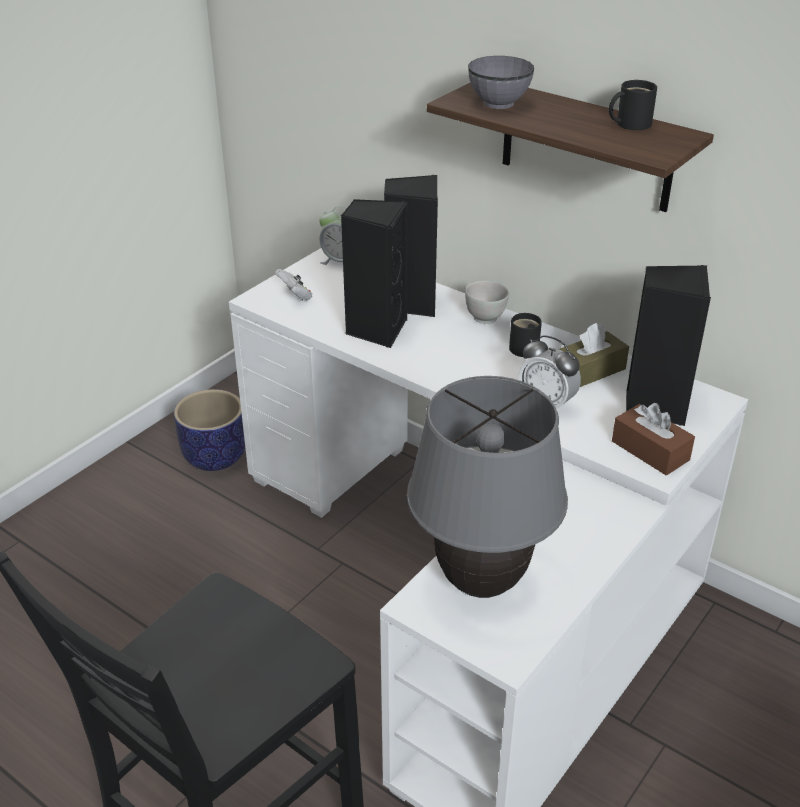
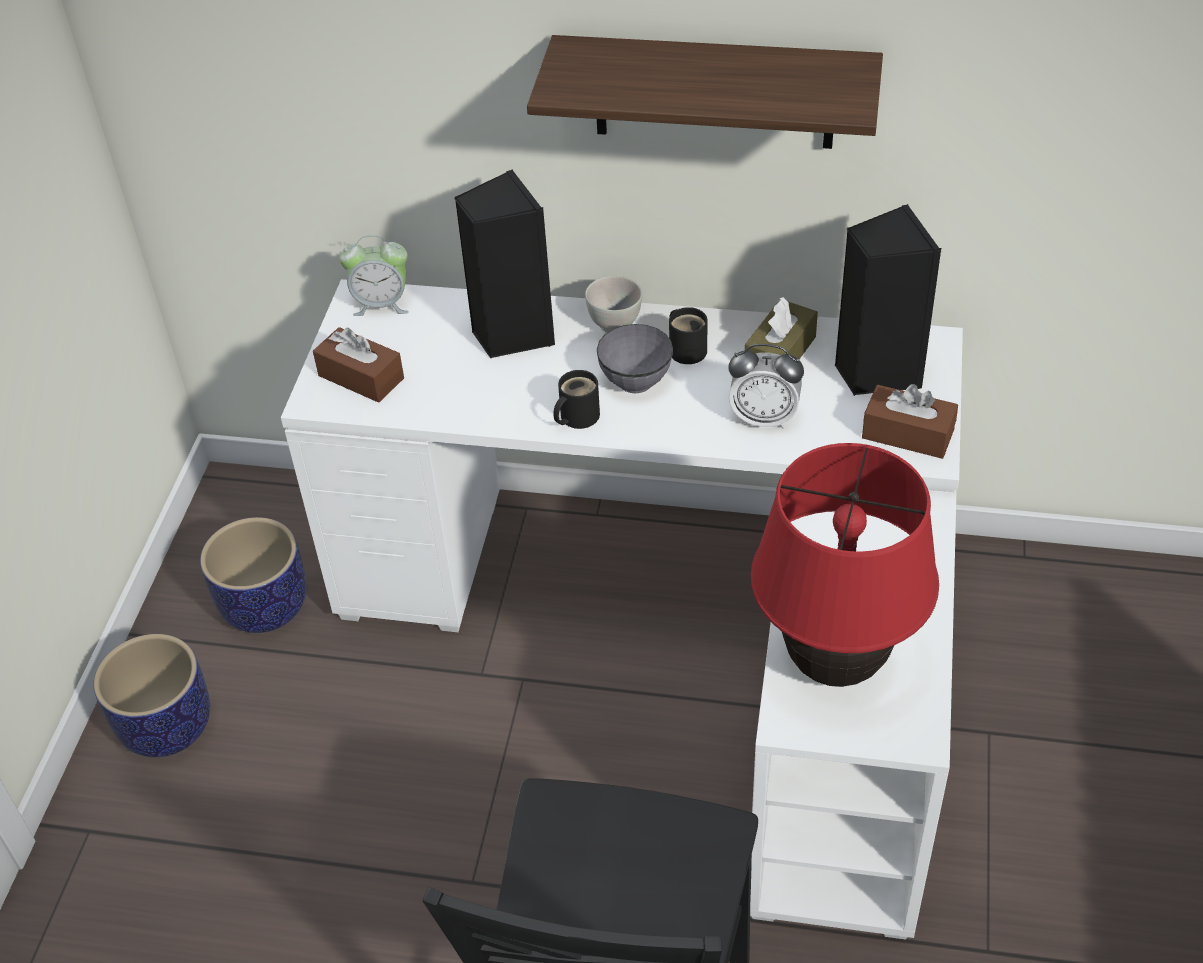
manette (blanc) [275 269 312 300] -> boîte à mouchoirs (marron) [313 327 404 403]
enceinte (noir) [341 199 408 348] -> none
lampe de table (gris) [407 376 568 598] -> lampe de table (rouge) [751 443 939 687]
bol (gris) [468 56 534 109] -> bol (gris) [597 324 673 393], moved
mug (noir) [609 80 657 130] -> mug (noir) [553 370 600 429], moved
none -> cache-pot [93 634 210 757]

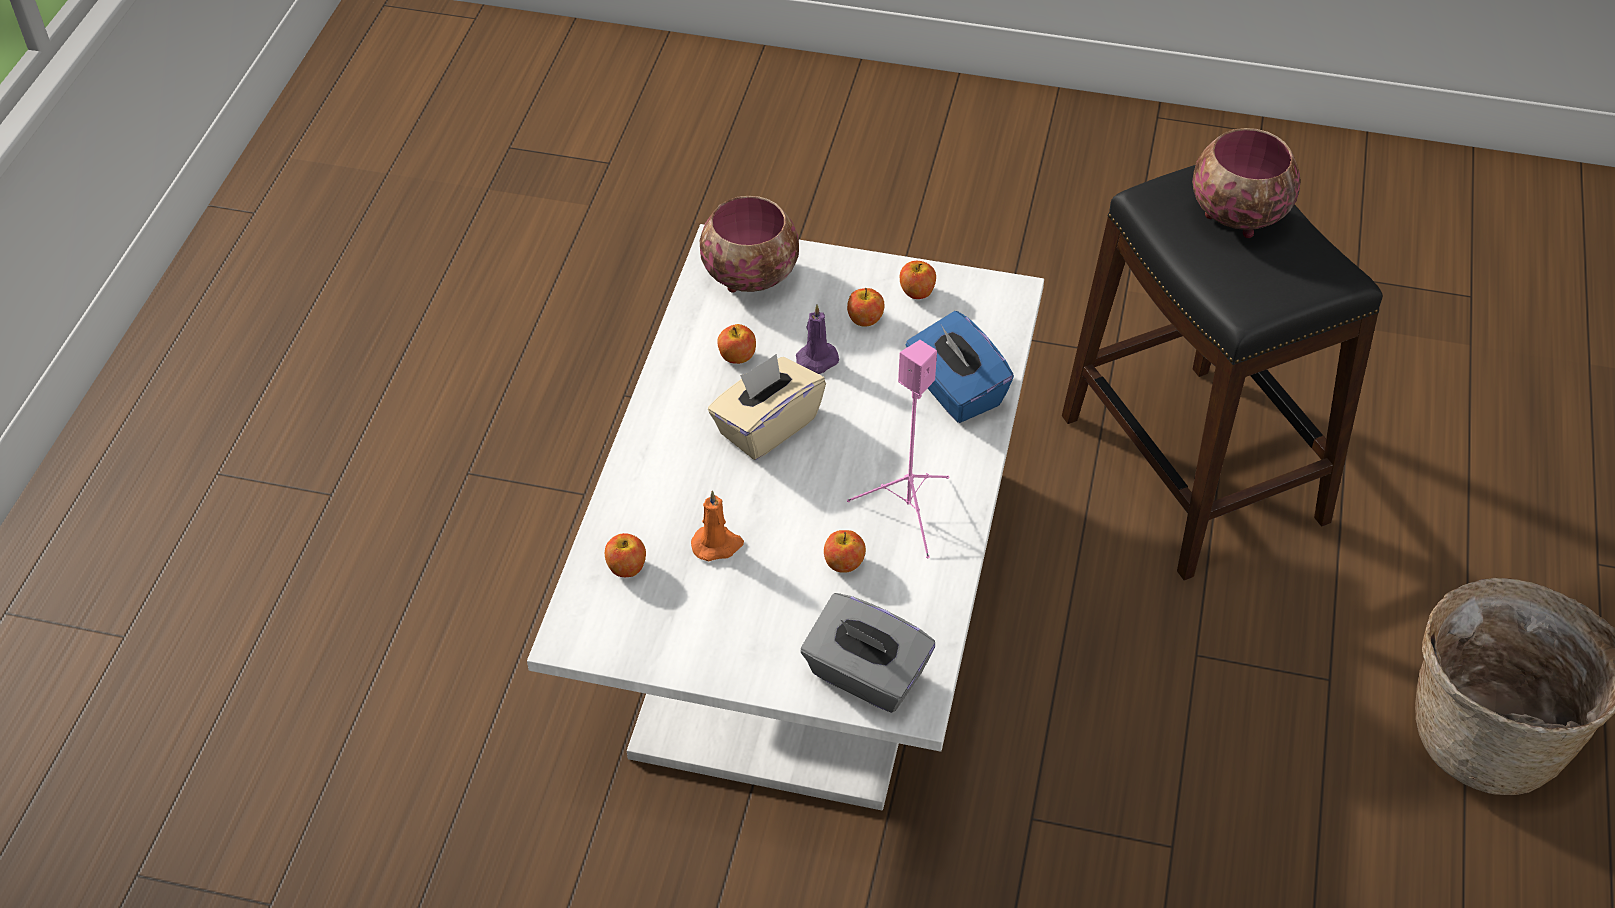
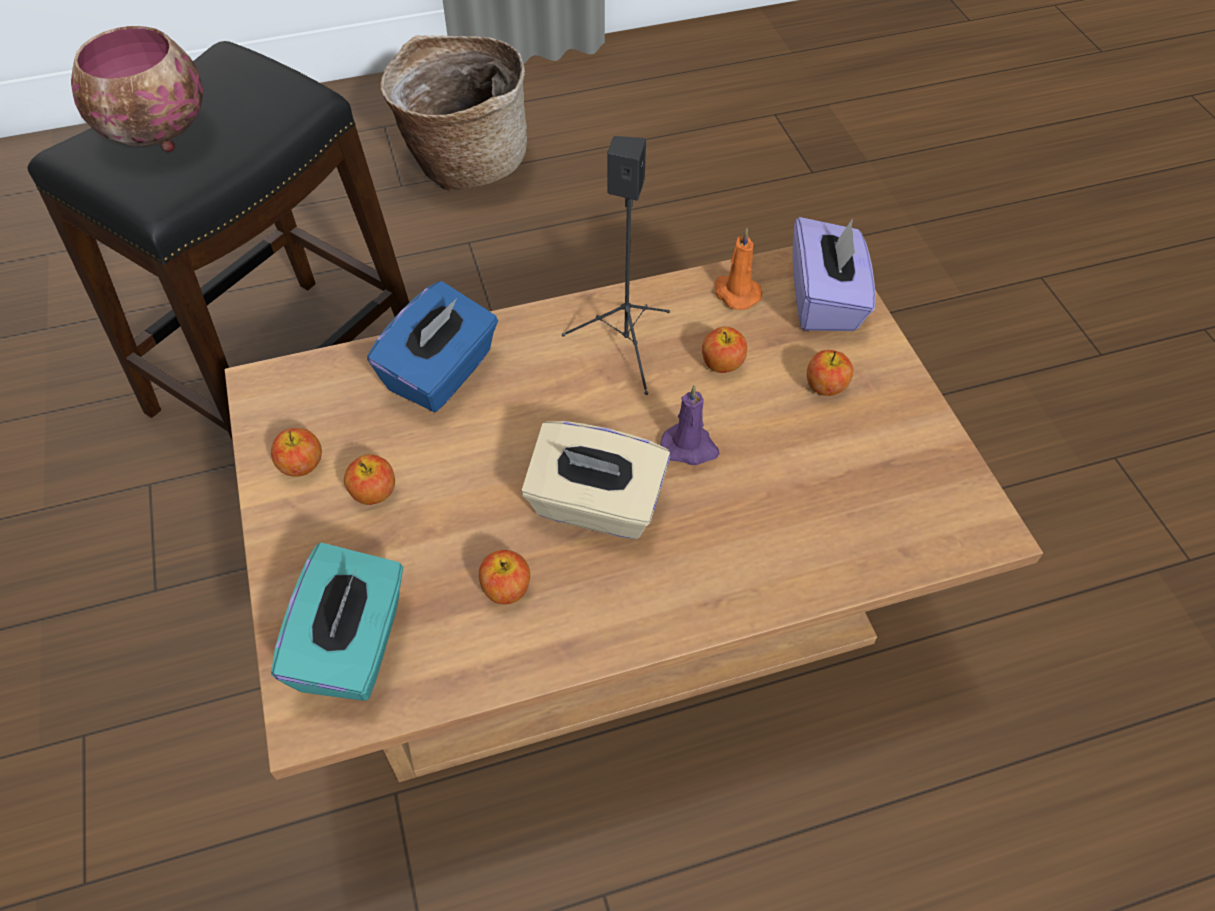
table basse (blanc) [527 224 1044 810] -> table basse (marron) [224 246 1043 782]
pomme [605 533 646 577] -> pomme [807 350 853 396], moved
bougie (orange) [691 490 744 562] -> bougie (orange) [715 228 762 310], moved
bol [700 196 799 293] -> boîte à mouchoirs (turquoise) [271 543 403 701]
bougie (violet) [796 304 839 374] -> bougie (violet) [660 385 720 465], moved
boîte à mouchoirs (gris) [801 593 935 713] -> boîte à mouchoirs (violet) [793 217 876 331]
enceinte (rose) [847 340 949 558] -> enceinte (noir) [562 136 670 395]

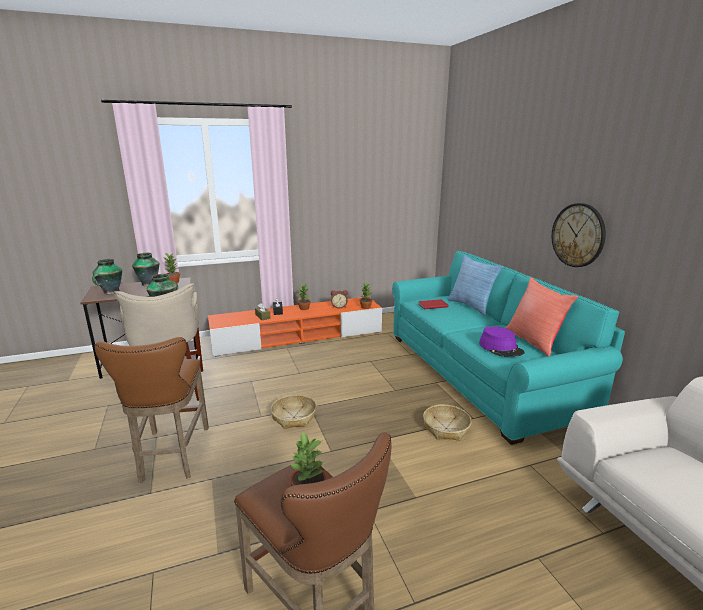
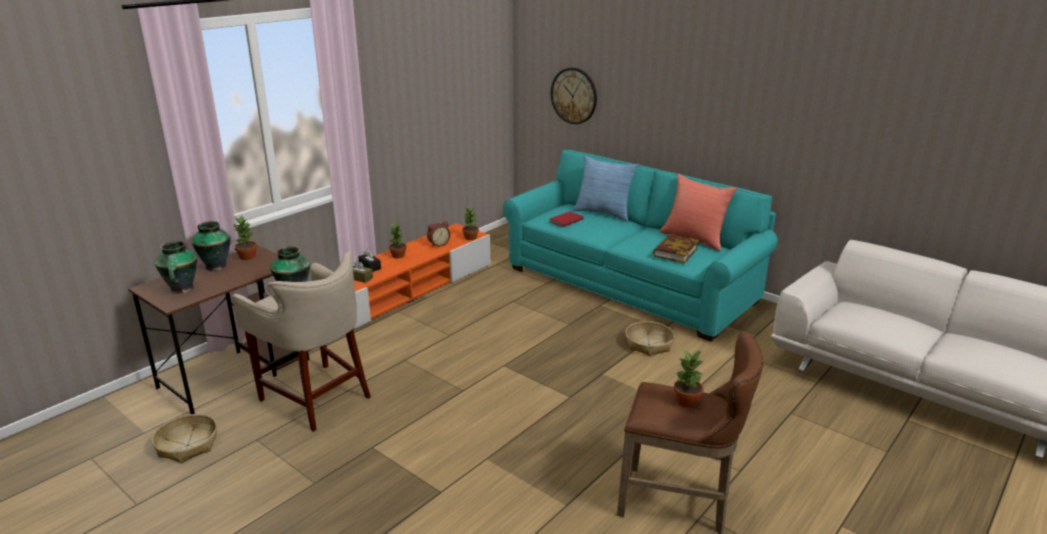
tabouret (marron) [95 337 209 483] -> none
panier [271 394 317 429] -> panier [152 414 217 463], moved
chapeau (violet) [479 326 525 357] -> livre [653 234 699 263]
horloge murale [552 203 606 267] -> horloge murale [551 68 597 124], moved

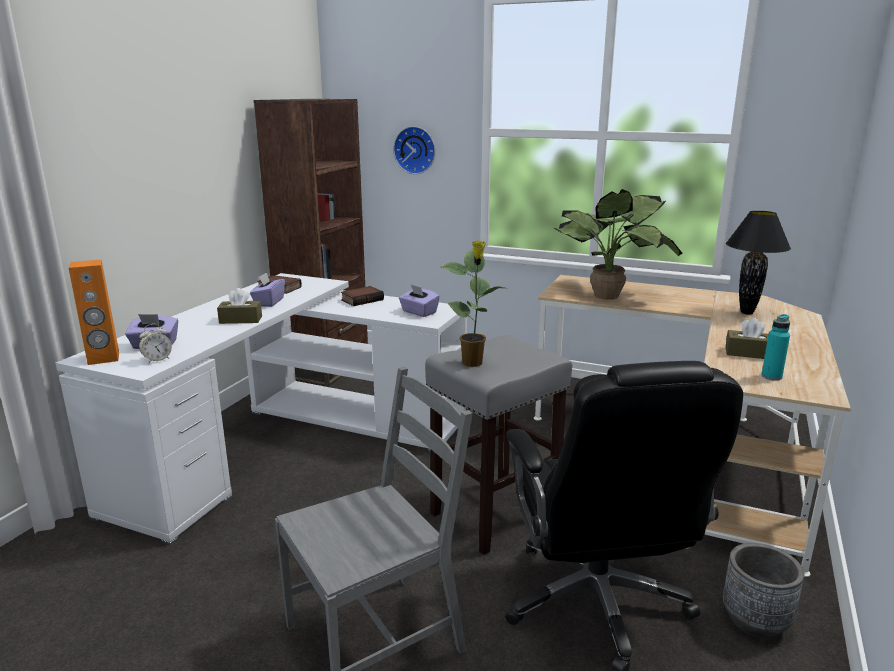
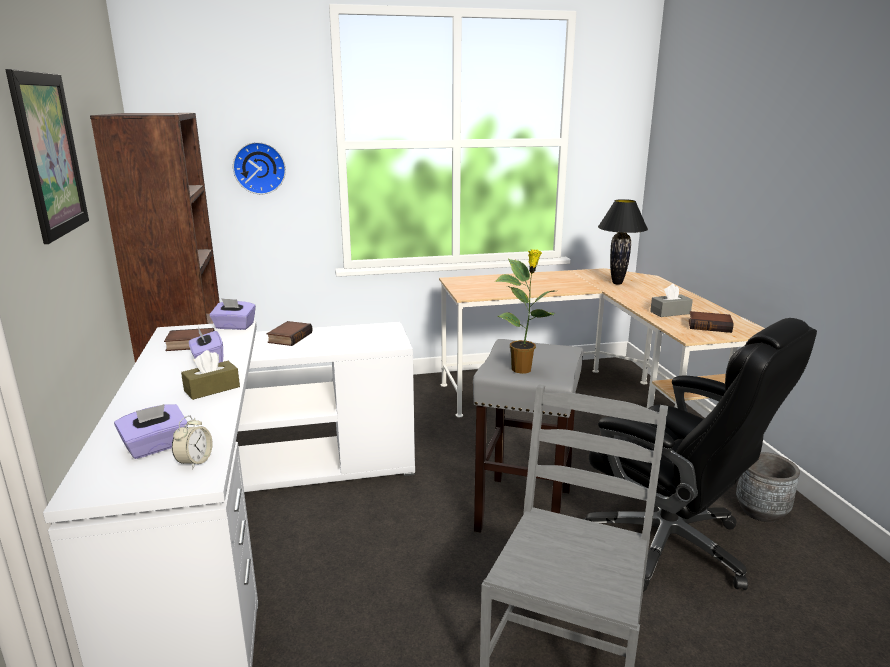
enceinte (orange) [69 260 119 365] -> none
boîte à mouchoirs (violet) [399 285 440 317] -> boîte à mouchoirs (violet) [209 298 256 330], moved
plante en pot [554 189 682 300] -> none
boîte à mouchoirs (marron) [725 318 768 359] -> boîte à mouchoirs (gris) [650 284 693 317]
bouteille (turquoise) [761 314 790 381] -> livre [689 311 734 333]
none -> tableau [6 69 89 244]

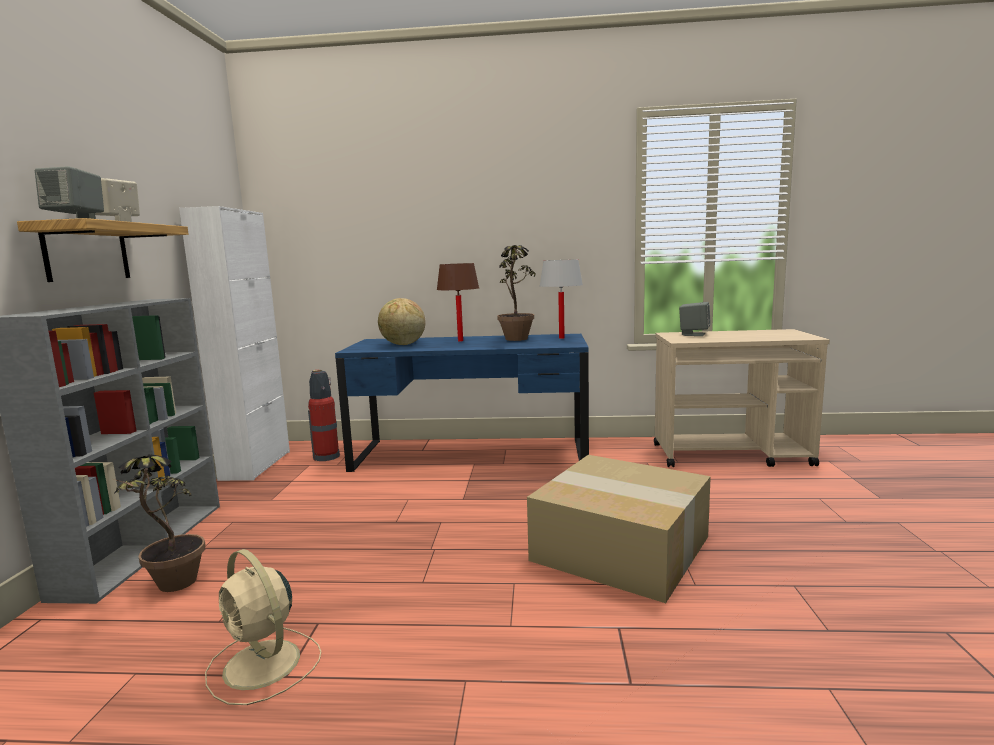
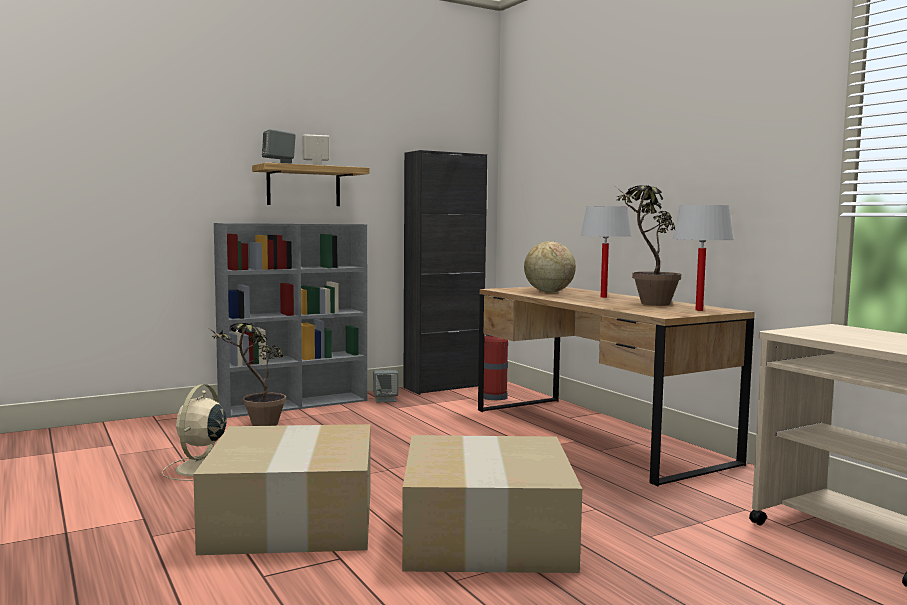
meuble de rangement (blanc) [179 206 290 481] -> meuble de rangement (noir) [403 150 487 395]
bureau (bleu) [335 334 589 472] -> bureau (marron) [478 287 755 486]
lampe de table (marron) [437 263 479 342] -> lampe de table (blanc) [580 206 631 298]
enceinte (gris) [679 302 711 336] -> enceinte (gris) [373 370 399 402], moved
none -> carton [193 424 371 555]

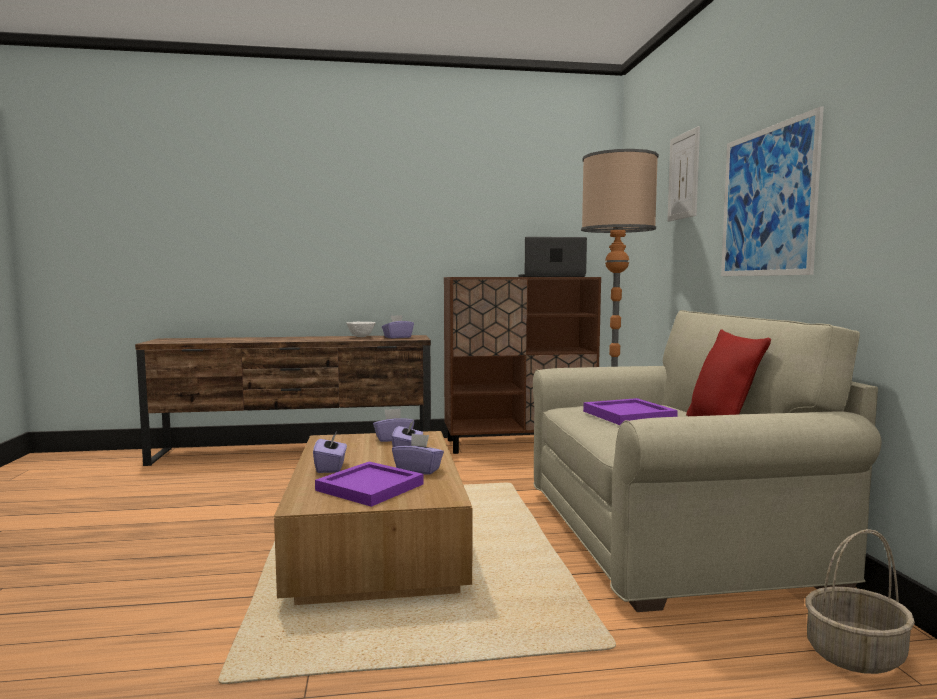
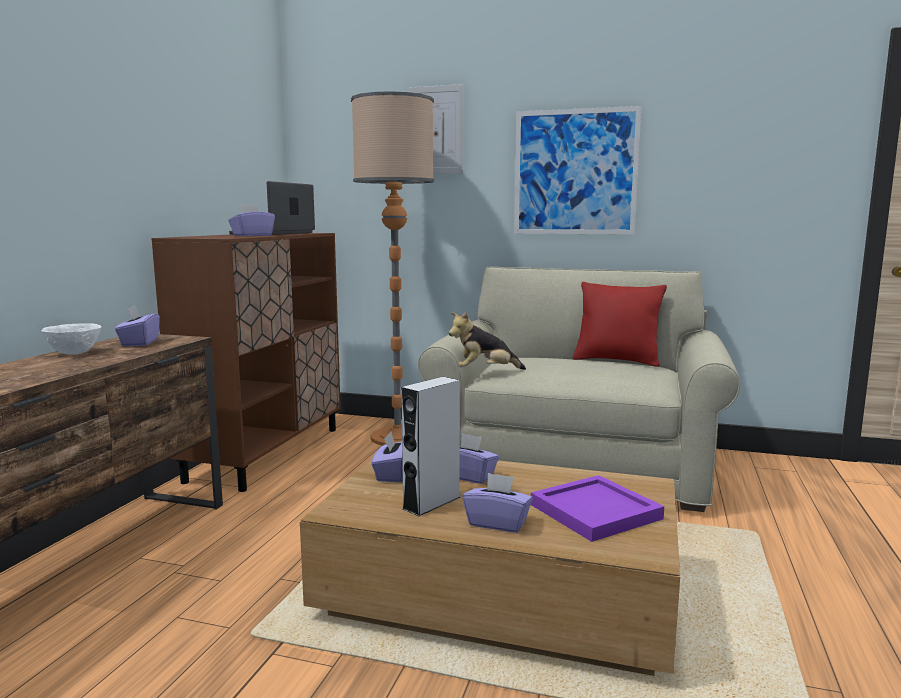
boîte à mouchoirs (violet) [392 433 444 475] -> boîte à mouchoirs (violet) [228 204 275 236], moved
plateau (violet) [583 398 678 425] -> none
panier [805 529 915 674] -> none
none -> enceinte (gris) [401 377 461 516]
none -> peluche [449 312 526 370]

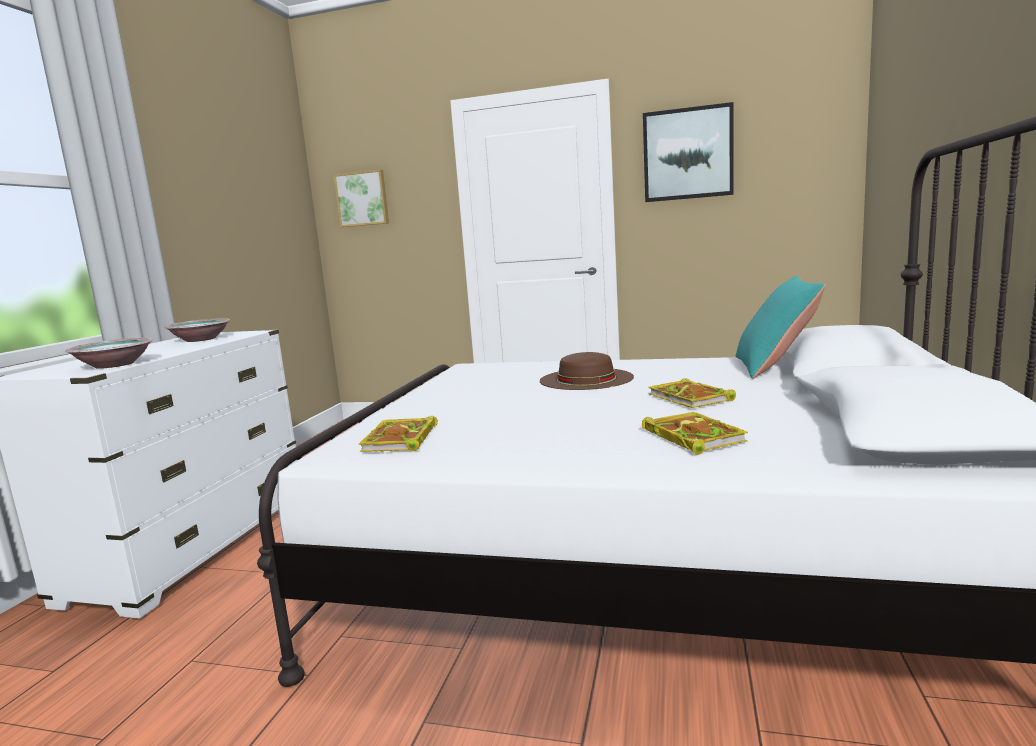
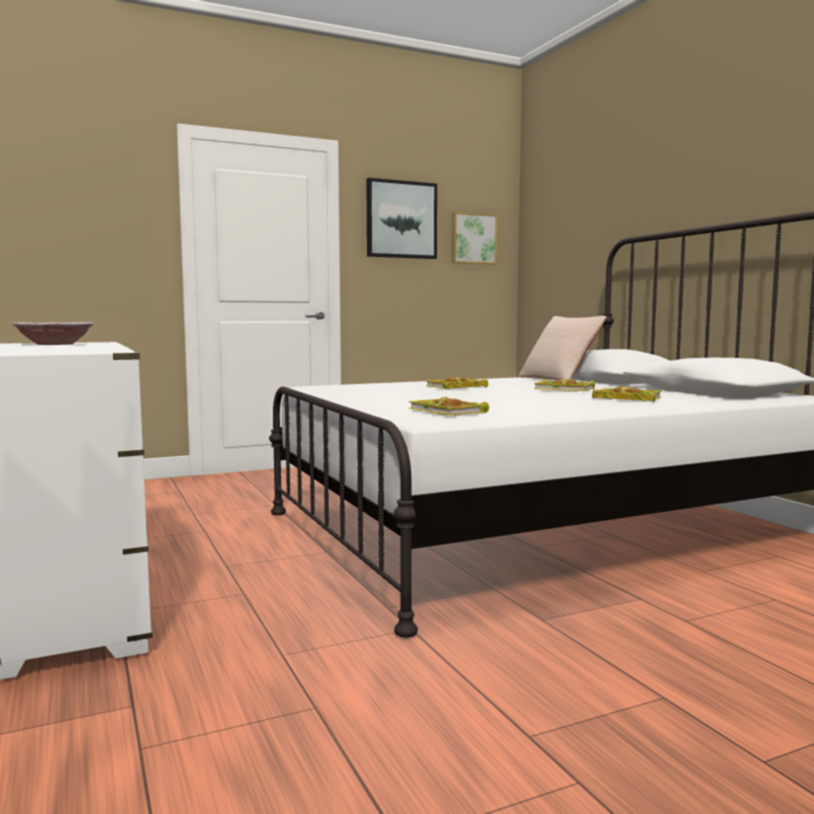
bol [65 338 153 369] -> none
tableau [334 169 389 227] -> tableau [452 212 498 264], moved
chapeau (marron) [540 352 634 390] -> livre [426 377 488 389]
coussin (turquoise) [736 276 826 379] -> coussin (beige) [519 316 606 380]

